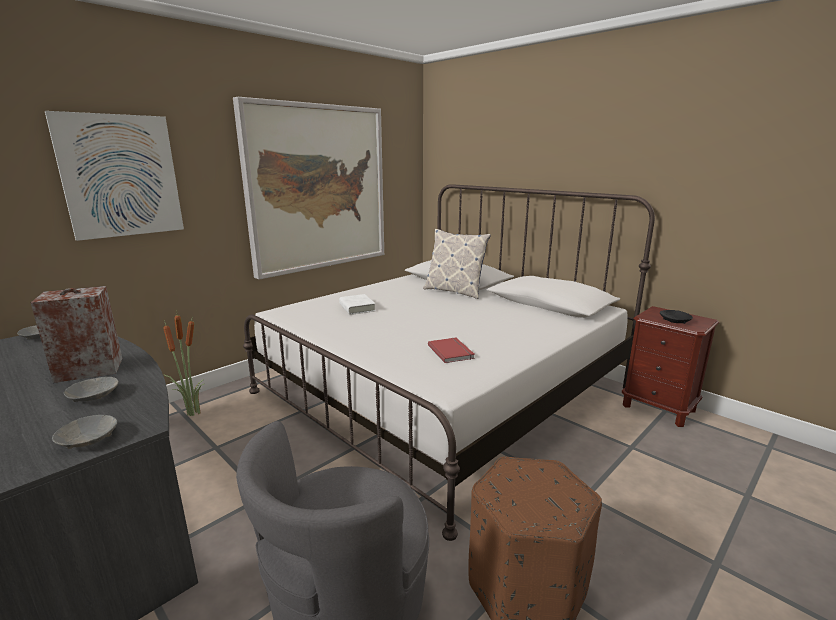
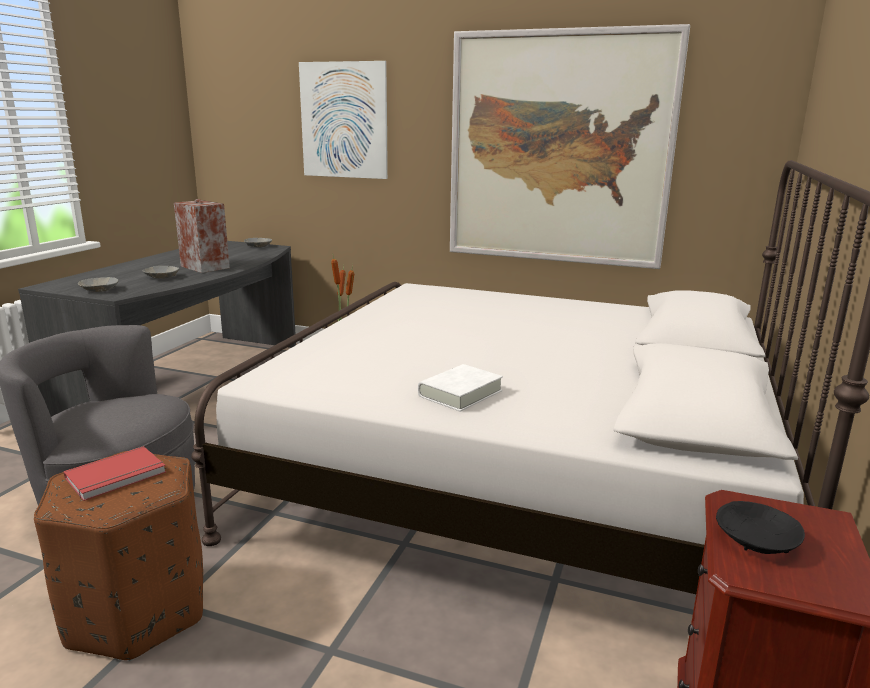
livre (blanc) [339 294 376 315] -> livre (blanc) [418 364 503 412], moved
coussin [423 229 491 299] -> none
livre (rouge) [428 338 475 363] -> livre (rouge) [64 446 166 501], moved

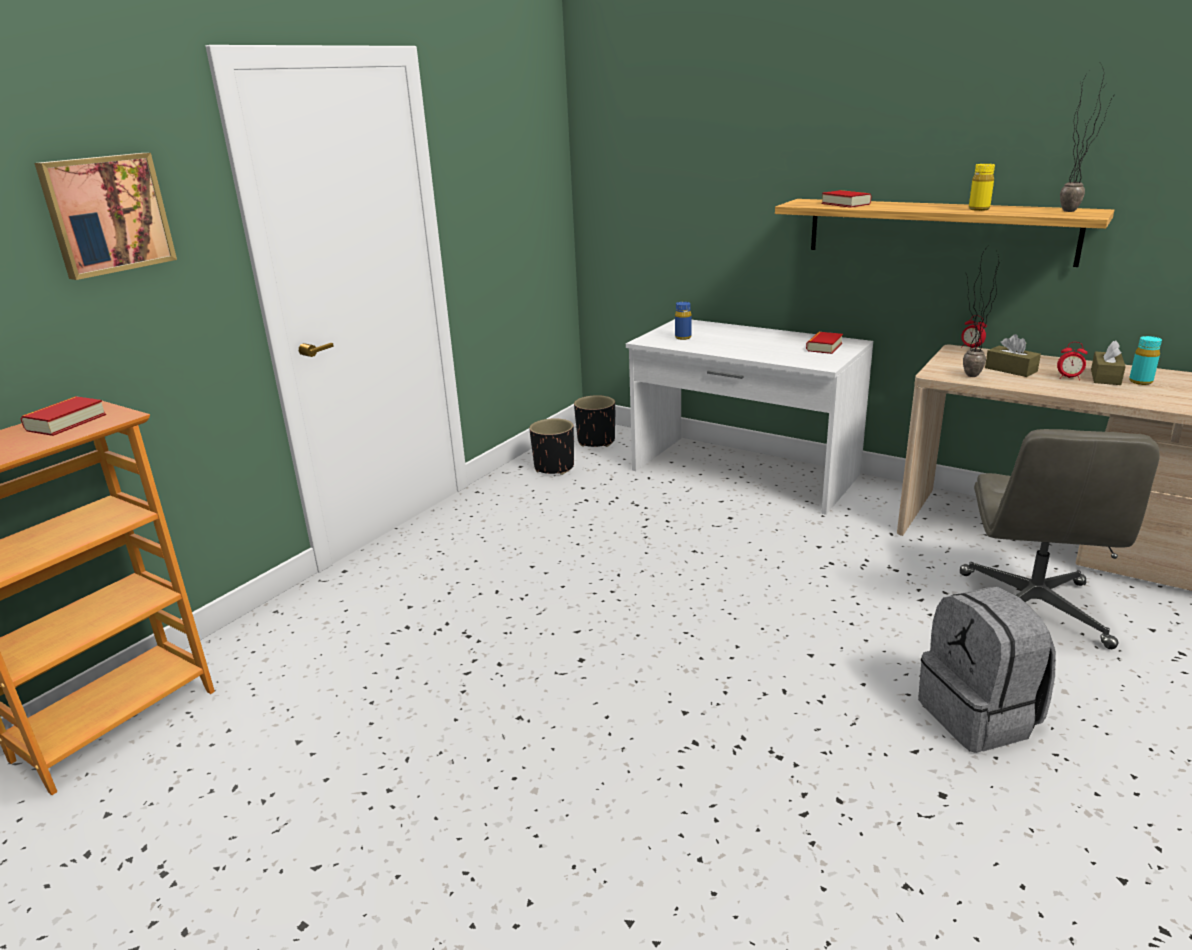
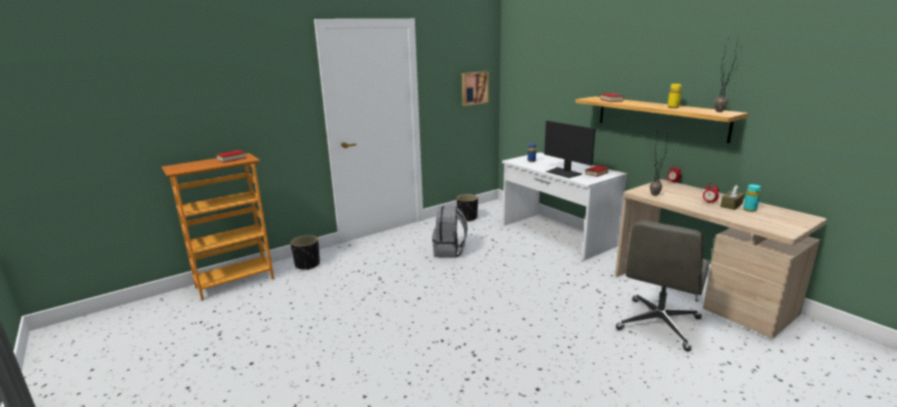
tableau [34 153 177 280] -> tableau [462 71 489 106], moved
cache-pot (noir) [574 395 615 447] -> cache-pot (noir) [290 235 320 270], moved
sac à dos (gris) [918 586 1056 753] -> sac à dos (gris) [432 206 468 258], moved
boîte à mouchoirs (marron) [985 334 1041 377] -> none
none -> écran d'ordinateur [544 121 596 178]

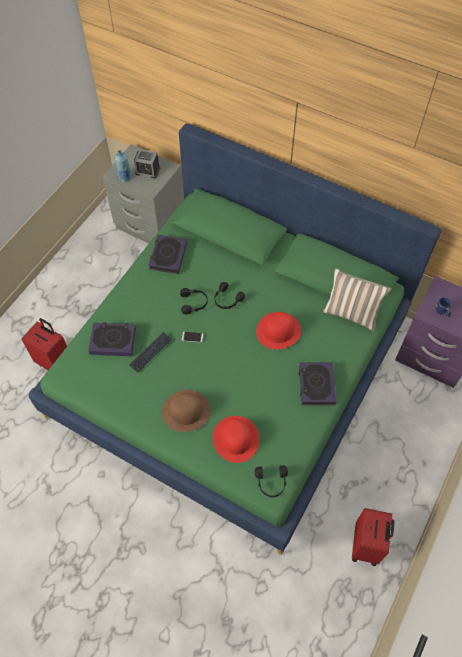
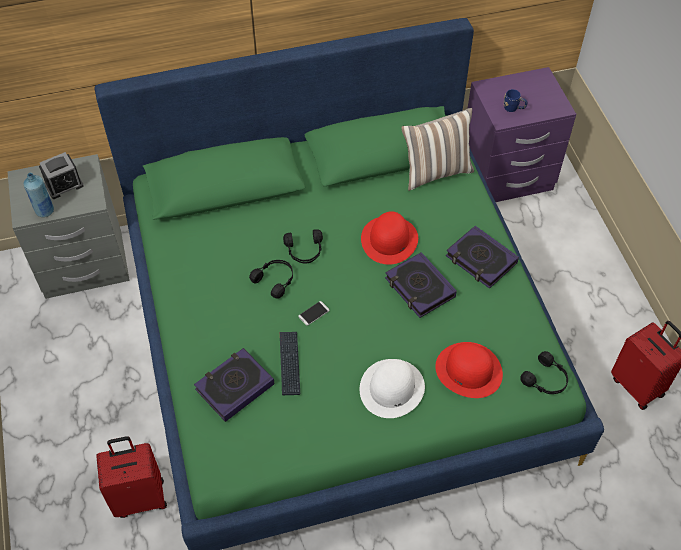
livre [148 235 187 274] -> livre [385 252 457 318], moved
chapeau (marron) [162 390 211 432] -> chapeau (blanc) [360 359 425 418]

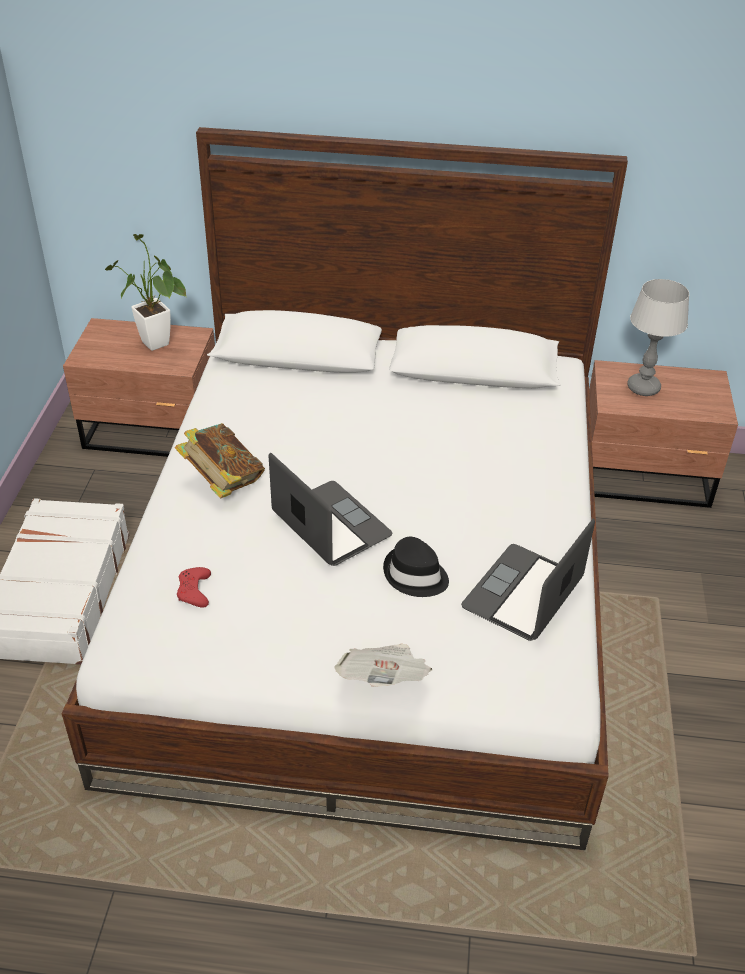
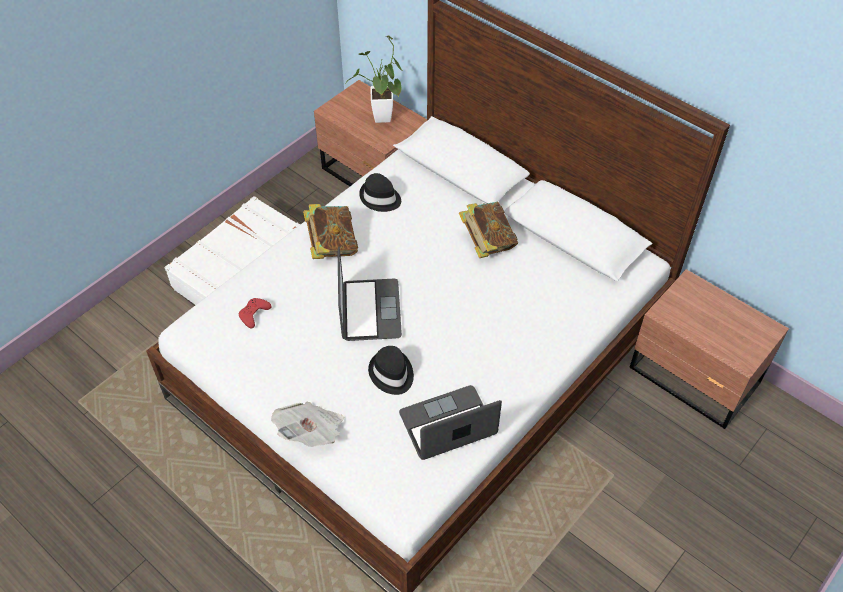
lampe de table [627 279 689 396] -> none
none -> chapeau (noir) [359 173 401 212]
none -> livre [459 202 518 258]

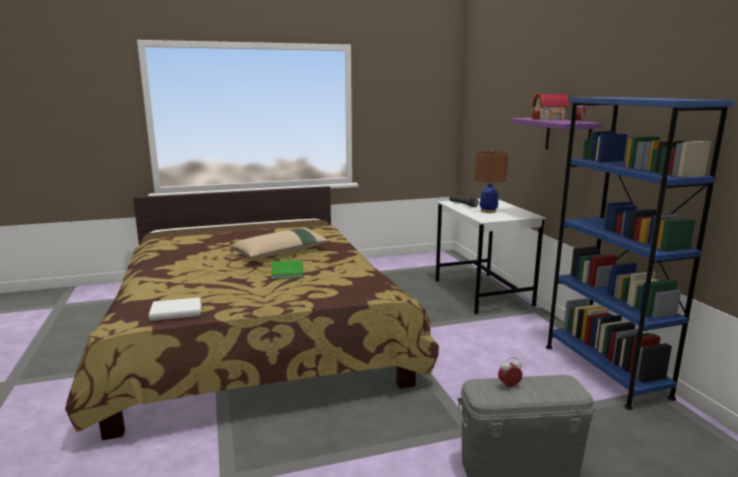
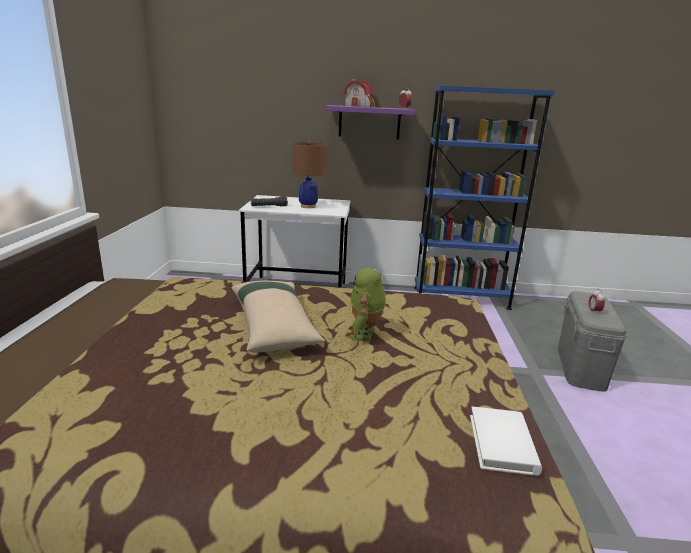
livre (vert) [271 260 304 280] -> robot jouet [345 268 386 342]

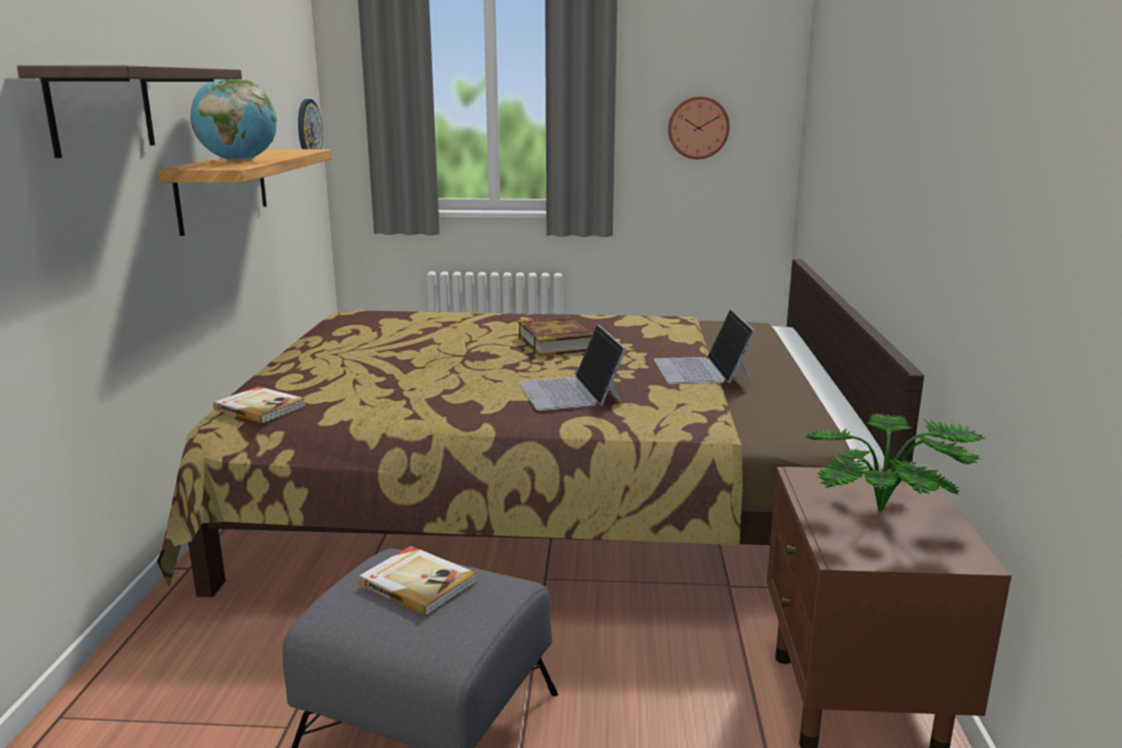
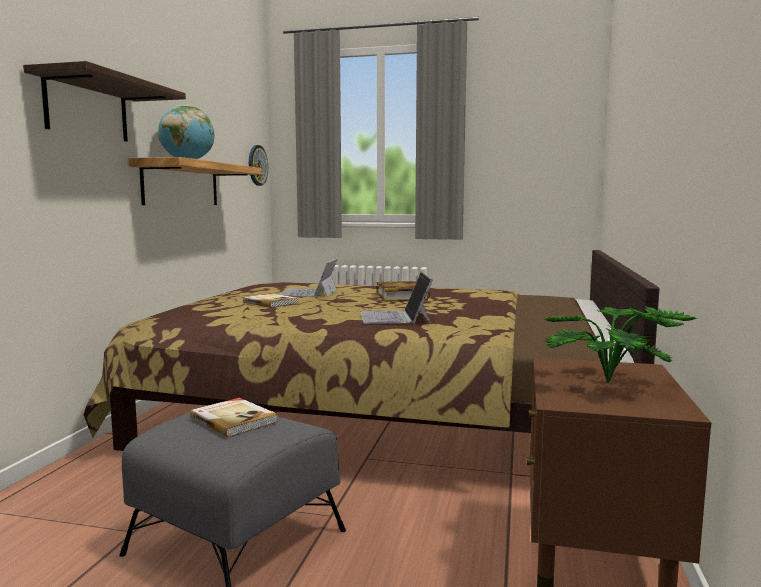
livre [213 386 306 424] -> livre [243 294 298 308], moved
ordinateur portable [654 309 756 384] -> ordinateur portable [279 258 338 297], moved
horloge murale [668 96 730 159] -> none

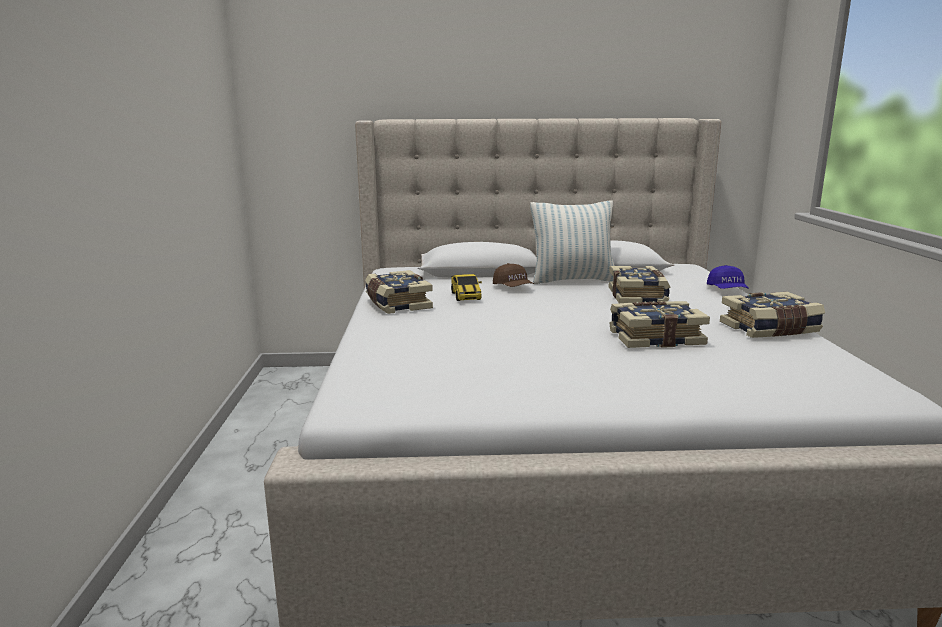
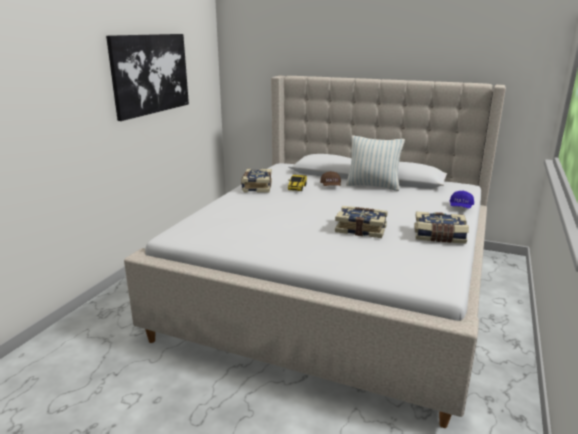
livre [608 266 670 303] -> none
none -> tableau [106 34 189 121]

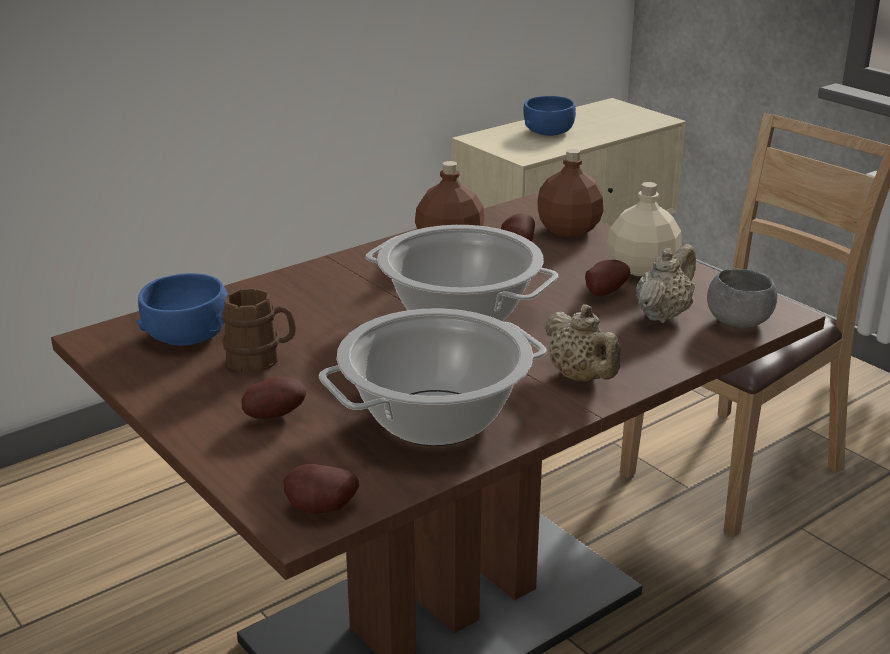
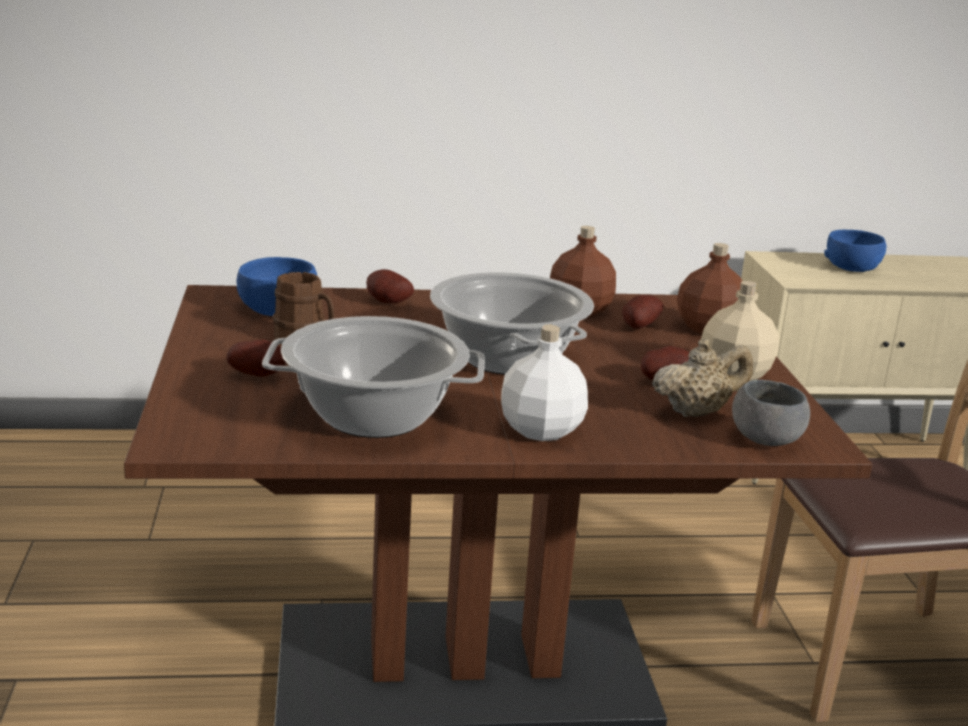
pomme de terre [283 464 359 514] -> pomme de terre [366 269 414 303], moved
théière (beige) [545 305 621 382] -> bouteille (blanc) [501 325 588 441]

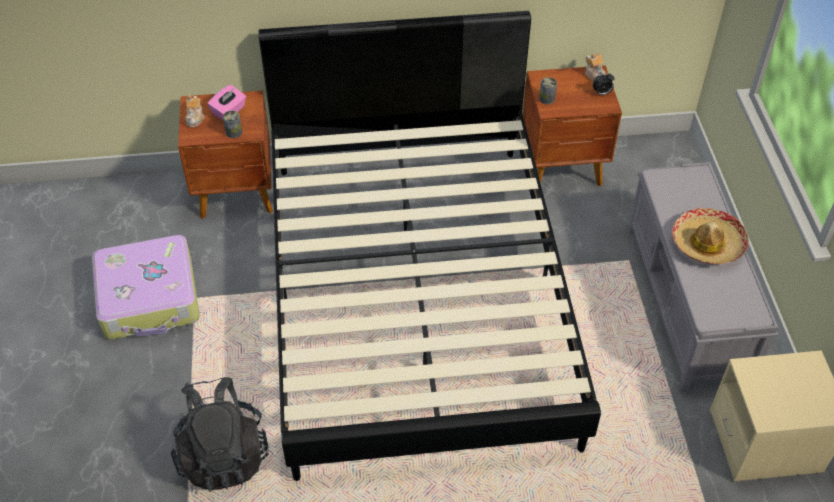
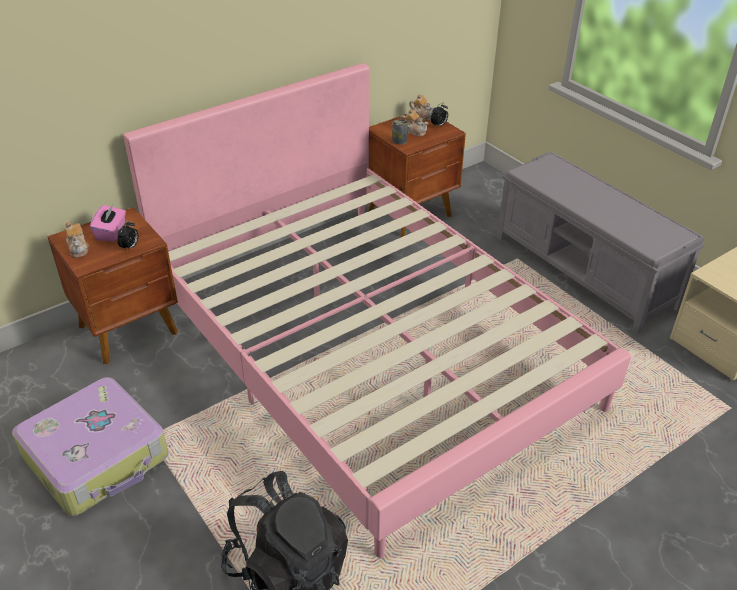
boîte métallique [223 110 242 138] -> réveil [117 220 138 251]
lit (noir) [258 11 601 481] -> lit (rose) [123 63 631 558]
chapeau [672 208 749 265] -> none
none -> théière [400 109 428 136]

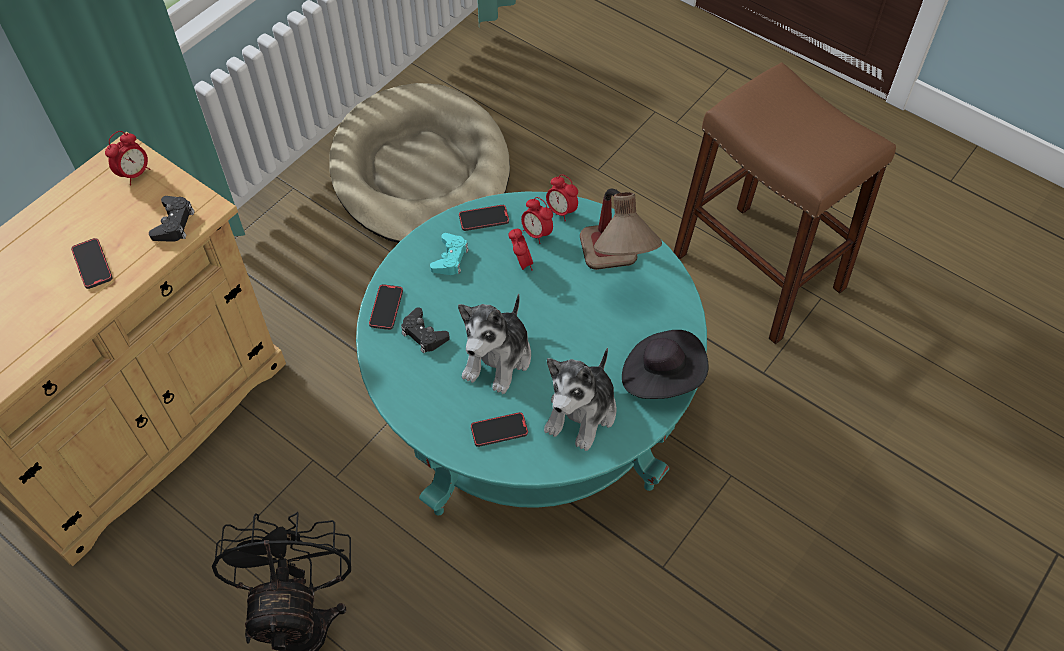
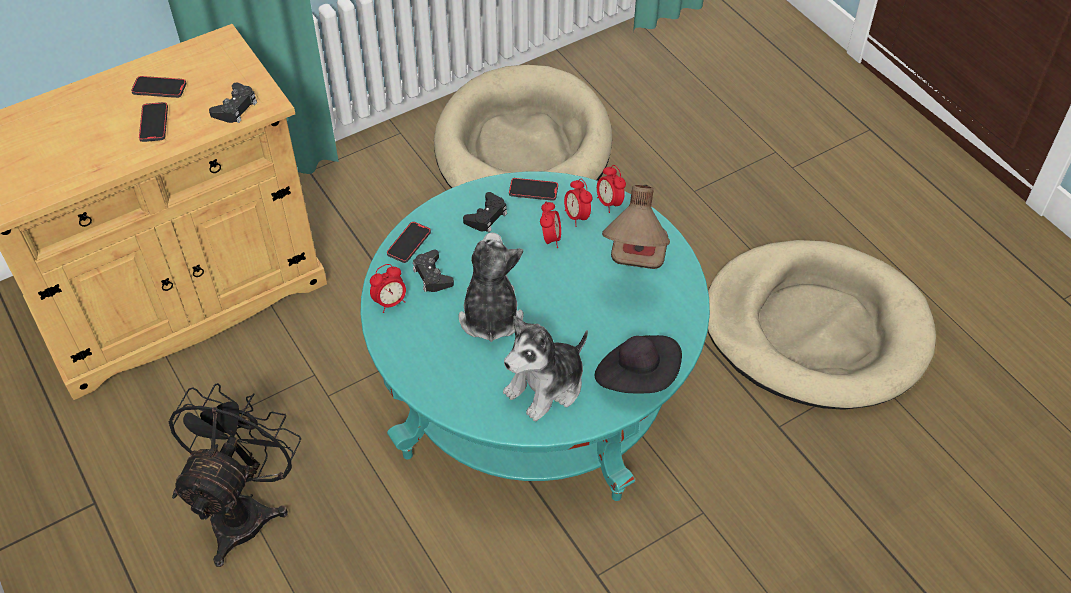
réveil [105 131 151 185] -> réveil [370 264 406 313], moved
manette (turquoise) [430 233 469 275] -> manette (noir) [463 192 507 232]
peluche [458 294 531 394] -> peluche [458 232 524 342], 135 degrees clockwise
téléphone [471 412 528 447] -> téléphone [131 76 186 98], moved
tabouret (marron) [673 62 896 344] -> panier pour chien (beige) [708 240 936 410]

